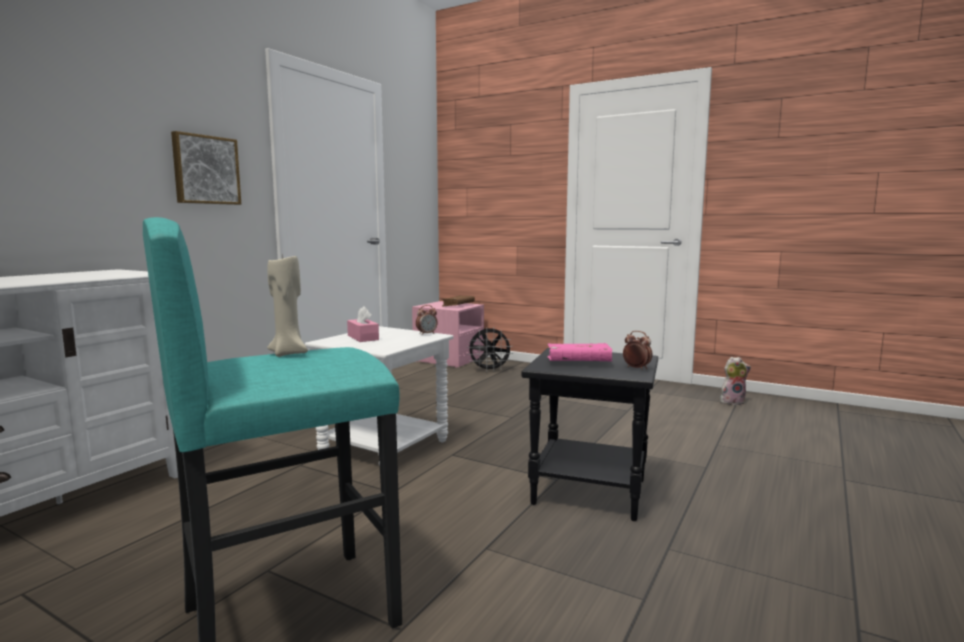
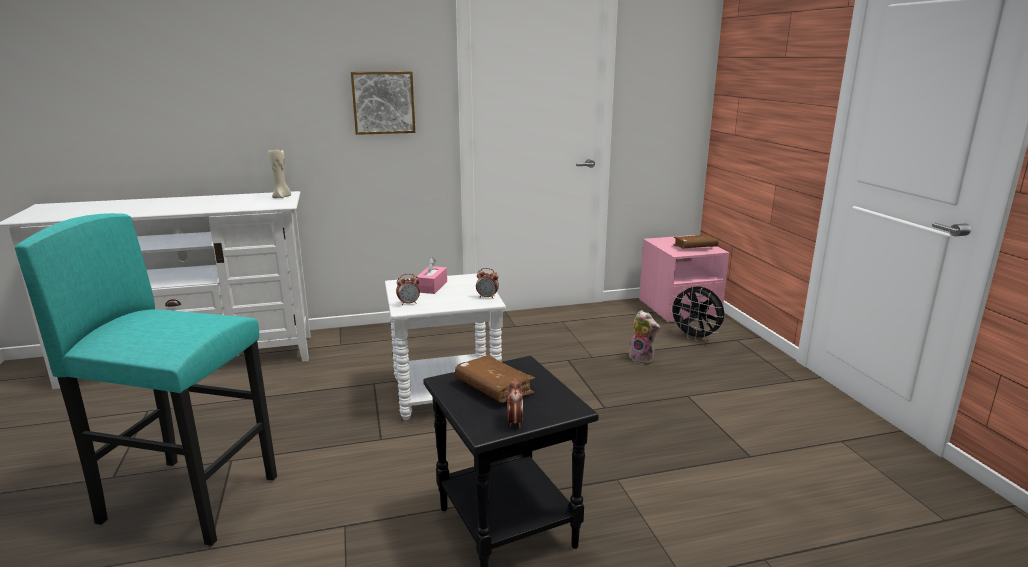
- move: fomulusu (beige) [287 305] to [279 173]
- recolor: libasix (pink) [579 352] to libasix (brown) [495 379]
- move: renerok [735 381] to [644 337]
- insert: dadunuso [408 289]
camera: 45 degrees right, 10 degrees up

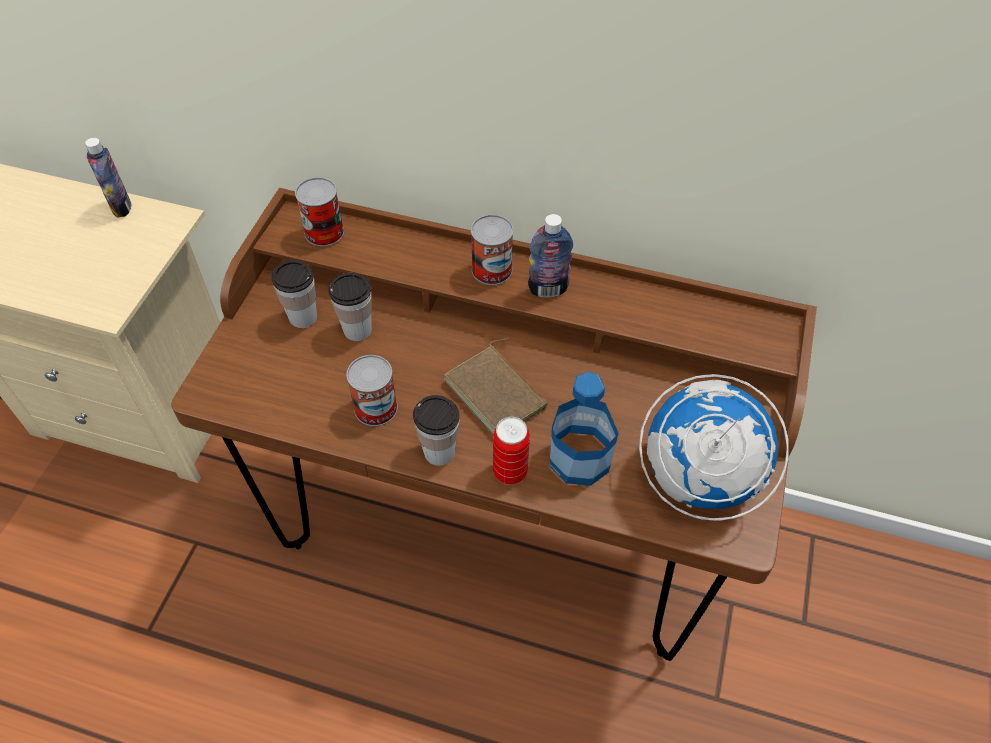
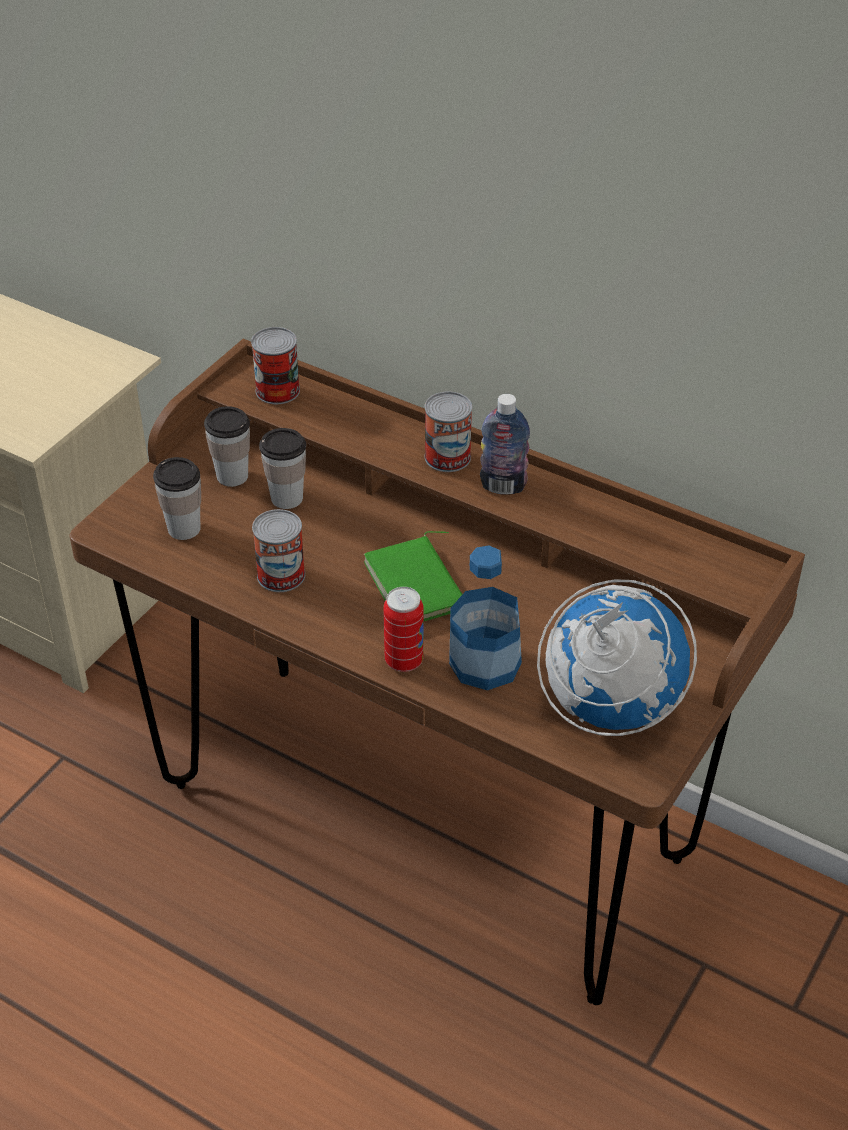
- delete: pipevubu [108 178]
- move: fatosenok [436 430] to [177 498]
- recolor: libasix (brown) [496 386] to libasix (green) [413 576]
camera: 15 degrees right, 10 degrees down

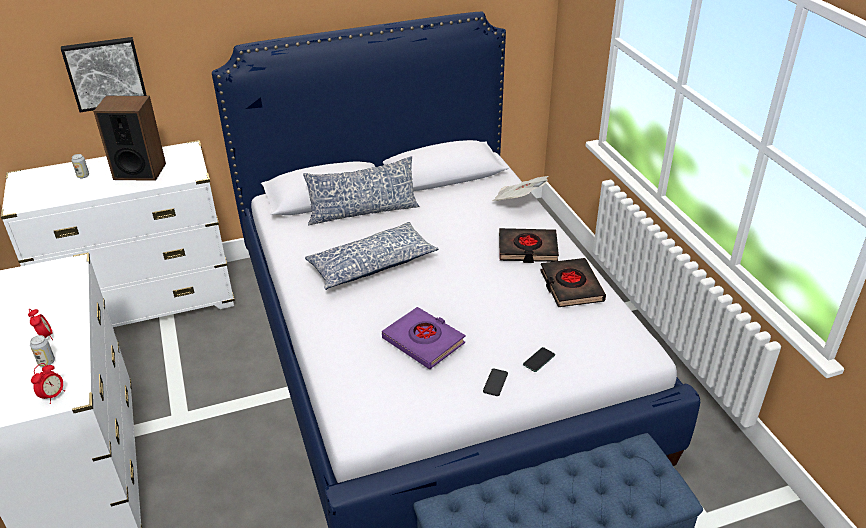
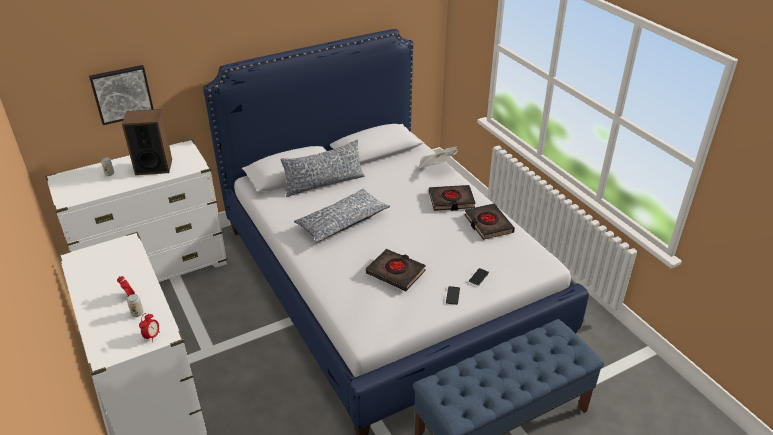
- recolor: libasix (purple) [423 338] to libasix (black) [396 270]
camera: 10 degrees left, 0 degrees up

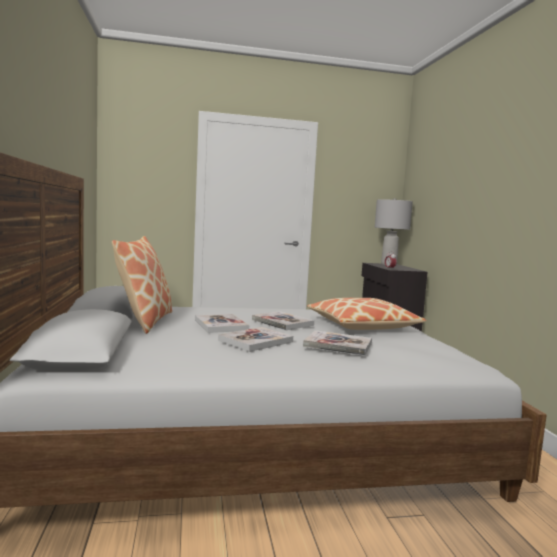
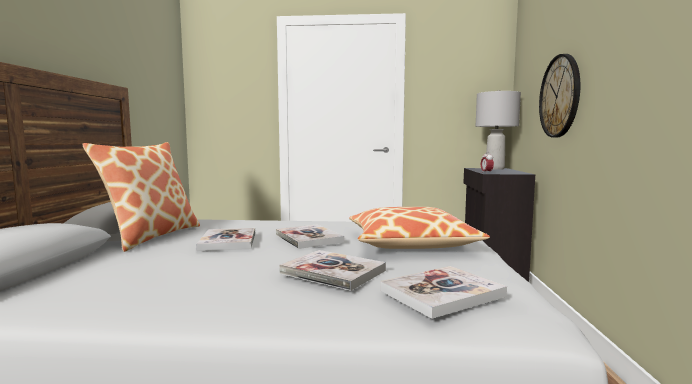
- move: libasix [255 339] to [443 292]
- insert: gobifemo [559 96]
camera: 15 degrees right, 0 degrees up

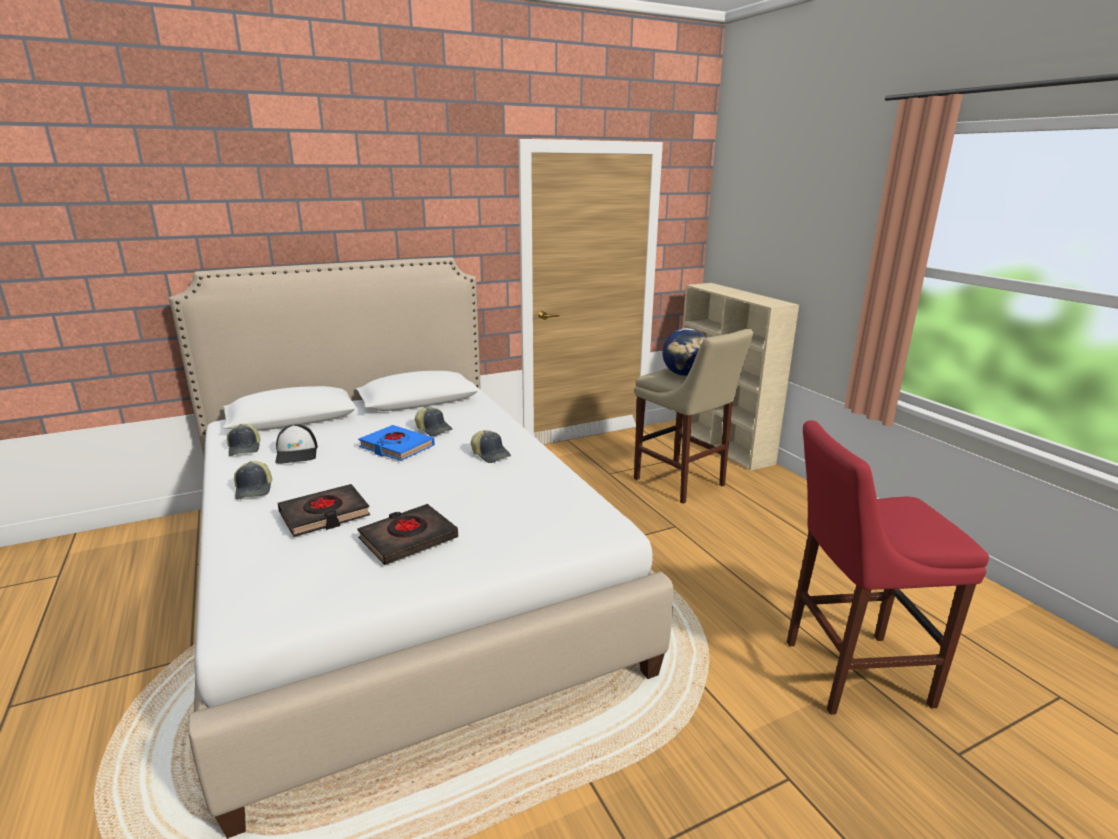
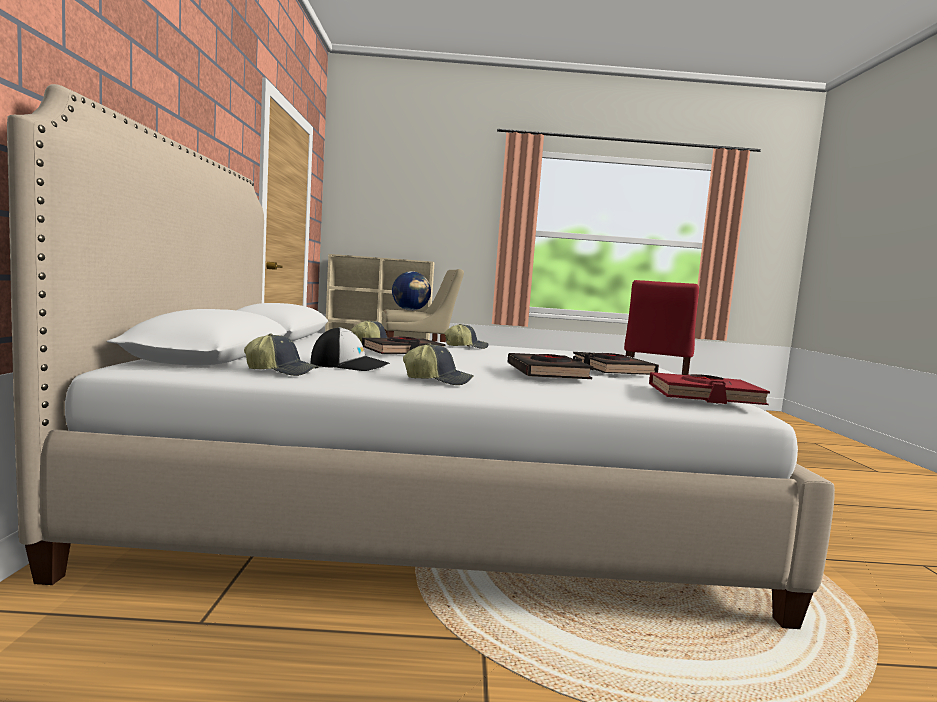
- recolor: libasix (blue) [396 443] to libasix (black) [404 345]
- insert: libasix (red) [709 388]
camera: 65 degrees left, 15 degrees down

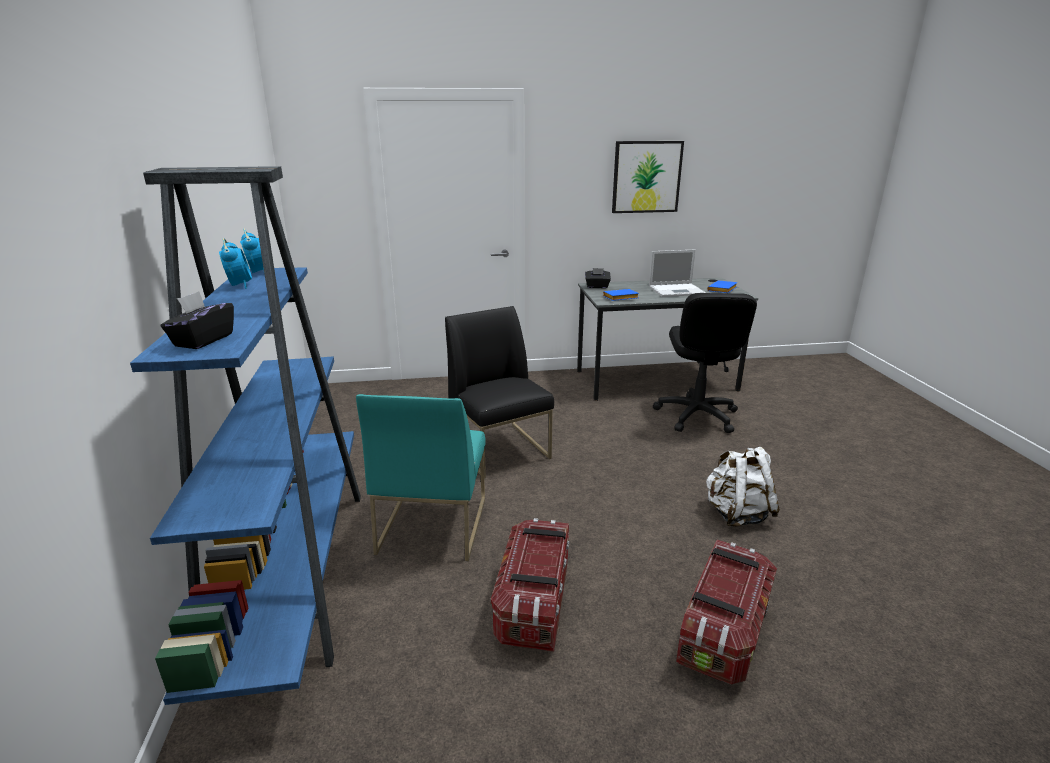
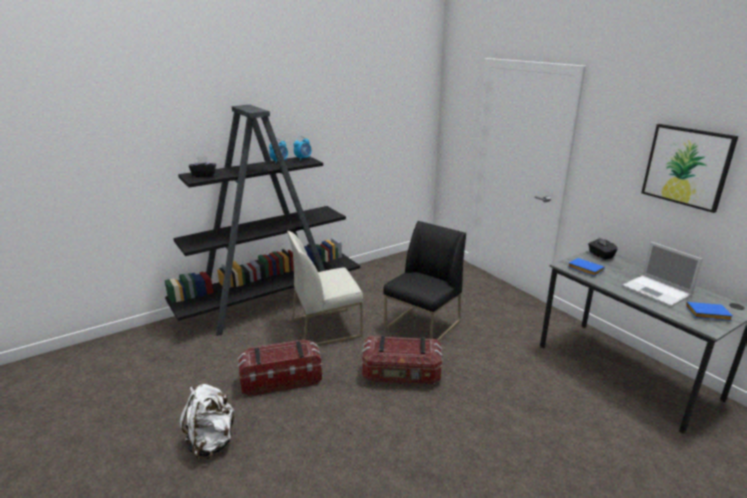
- recolor: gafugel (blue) [245 435] to gafugel (black) [262 220]
- recolor: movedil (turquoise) [421 477] to movedil (white) [325 288]
- delete: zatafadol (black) [705 363]
- move: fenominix [726 612] to [402 360]
- move: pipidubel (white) [743 487] to [207 421]
camera: 65 degrees right, 0 degrees up

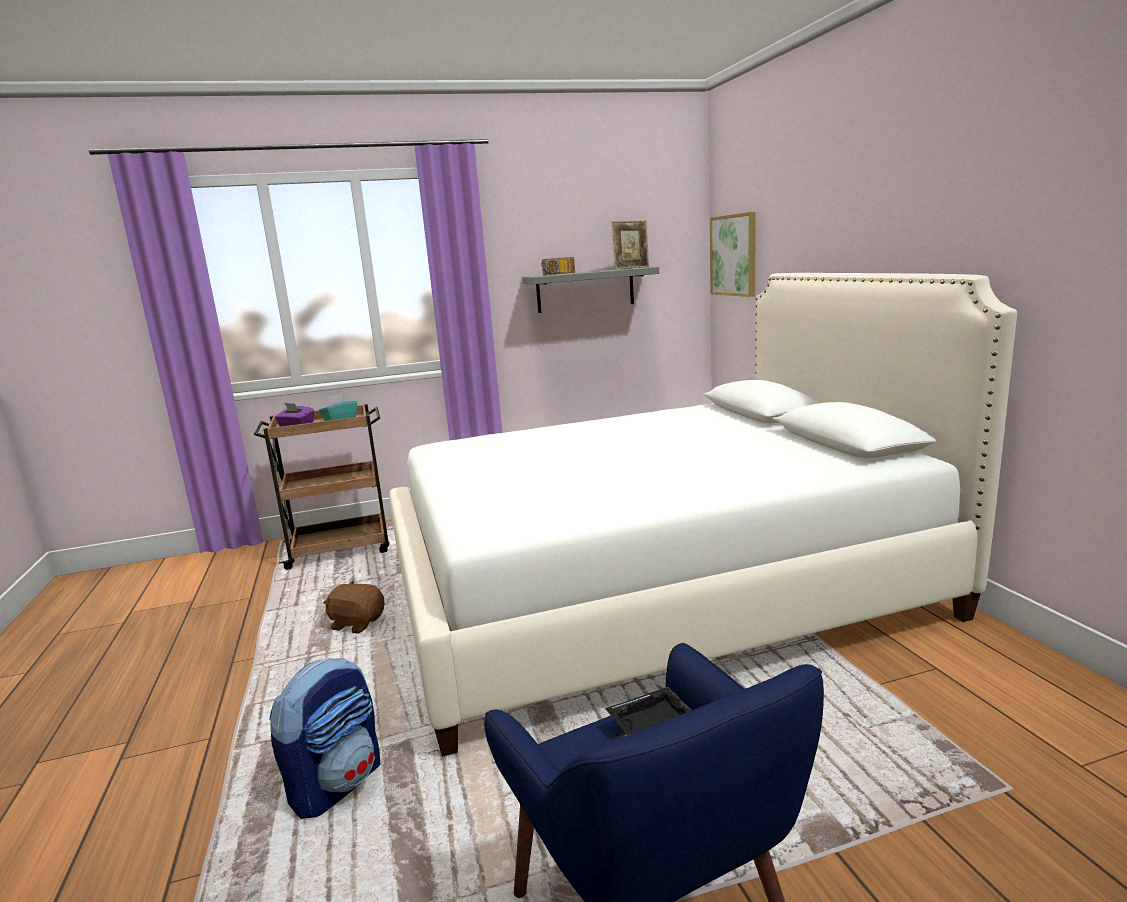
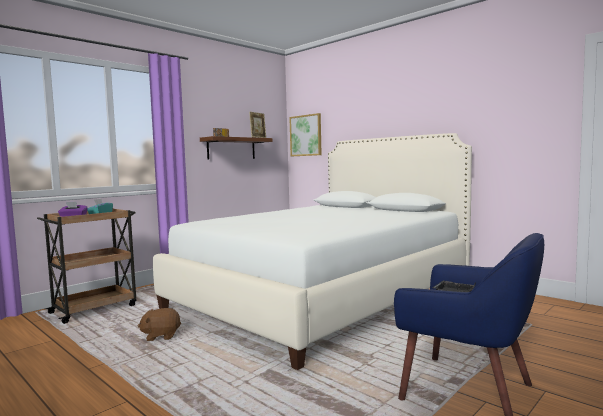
- delete: pipidubel [325 738]
- recolor: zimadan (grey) [590 290] to zimadan (brown) [236 147]
camera: 30 degrees left, 10 degrees down

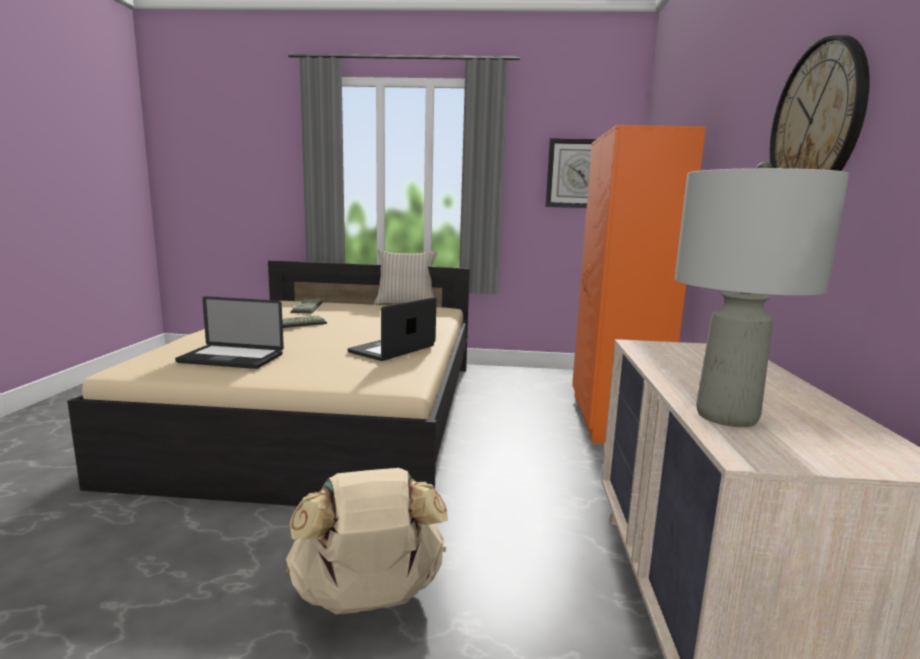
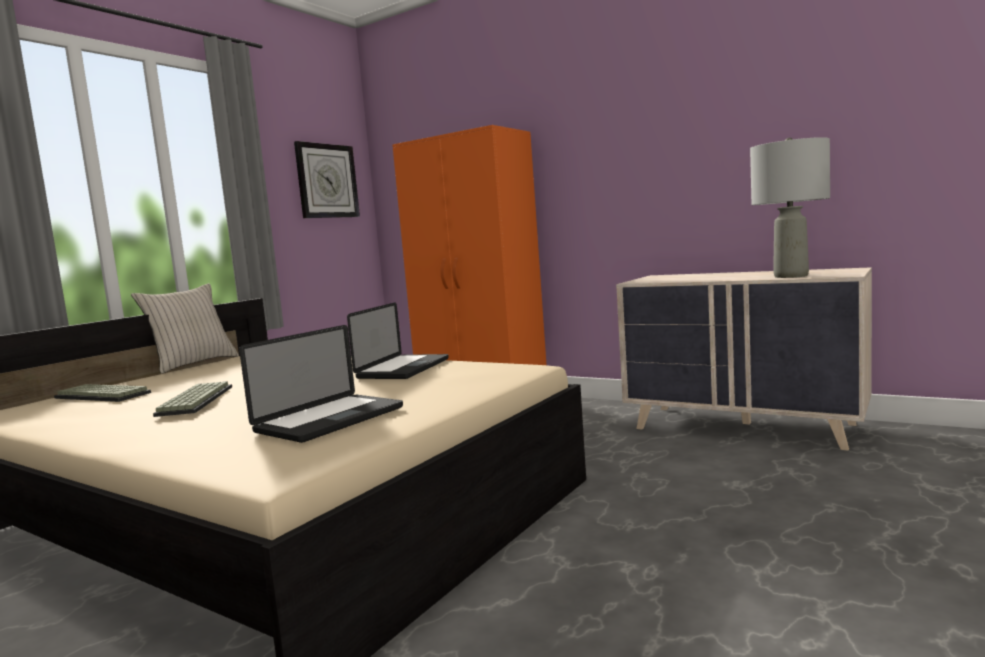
- delete: pipidubel (beige) [367 541]
- rotate: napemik [392 329] = [398 340] 135 degrees counterclockwise
- delete: gobifemo [820 103]
camera: 60 degrees left, 5 degrees down

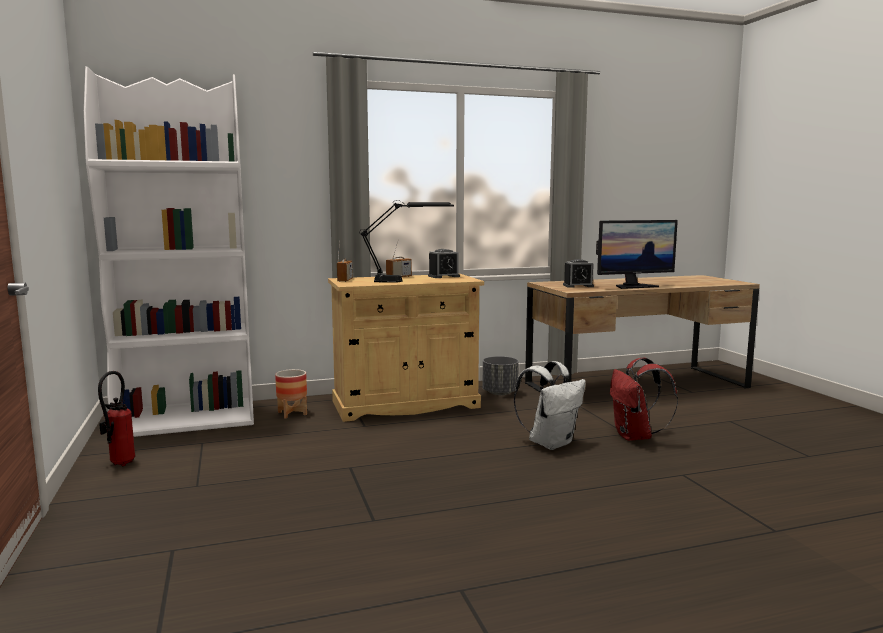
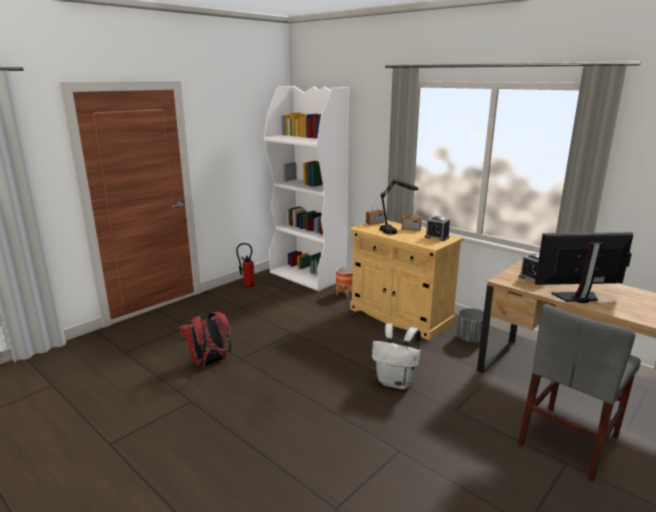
- rotate: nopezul [637 254] = [584 267] 135 degrees clockwise
- move: pipidubel (red) [644 399] to [205 339]
- insert: movedil (grey) [579 392]
camera: 60 degrees right, 10 degrees up

